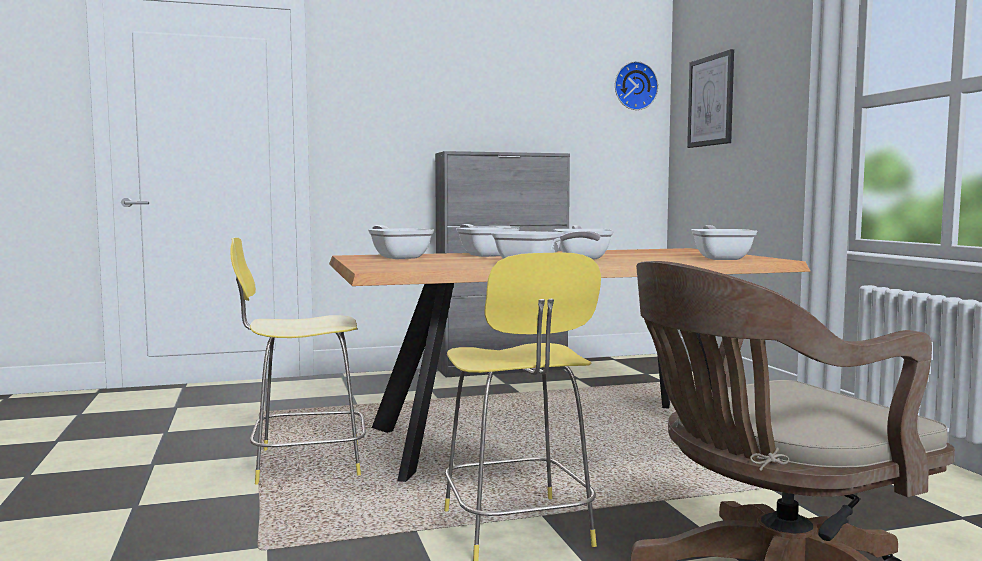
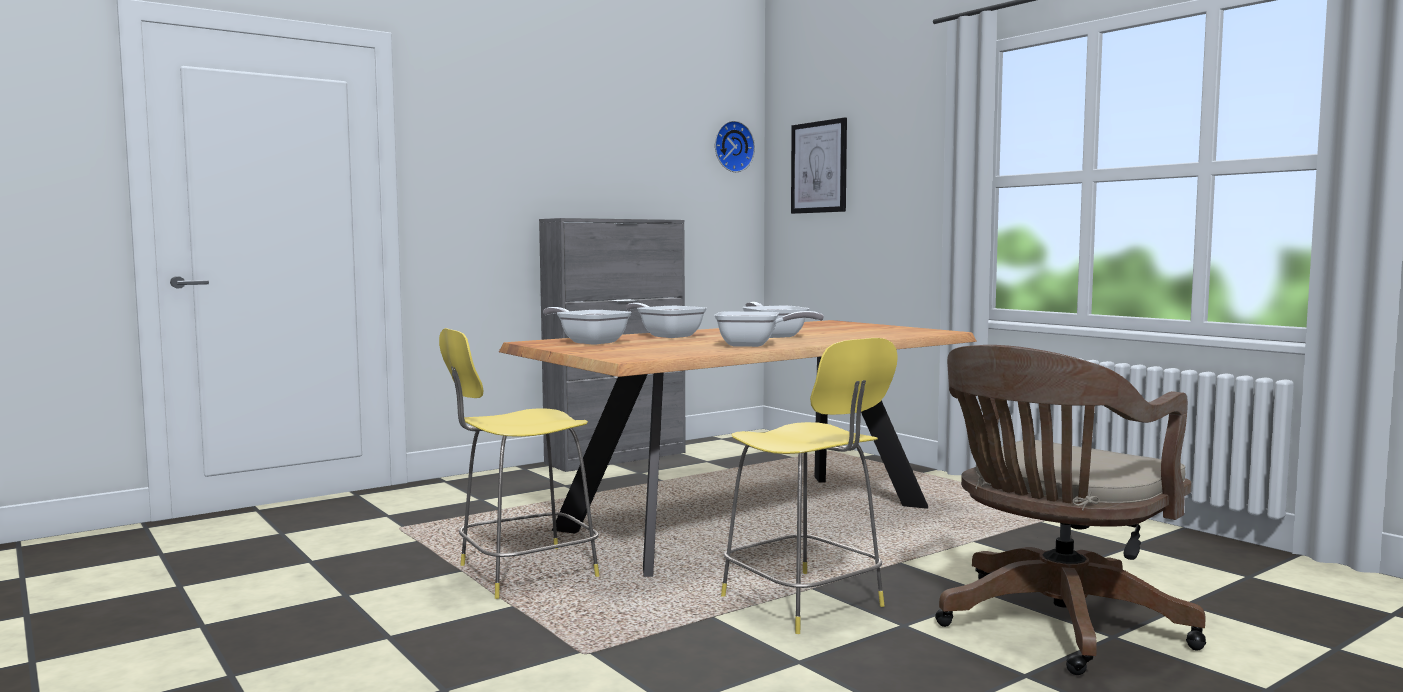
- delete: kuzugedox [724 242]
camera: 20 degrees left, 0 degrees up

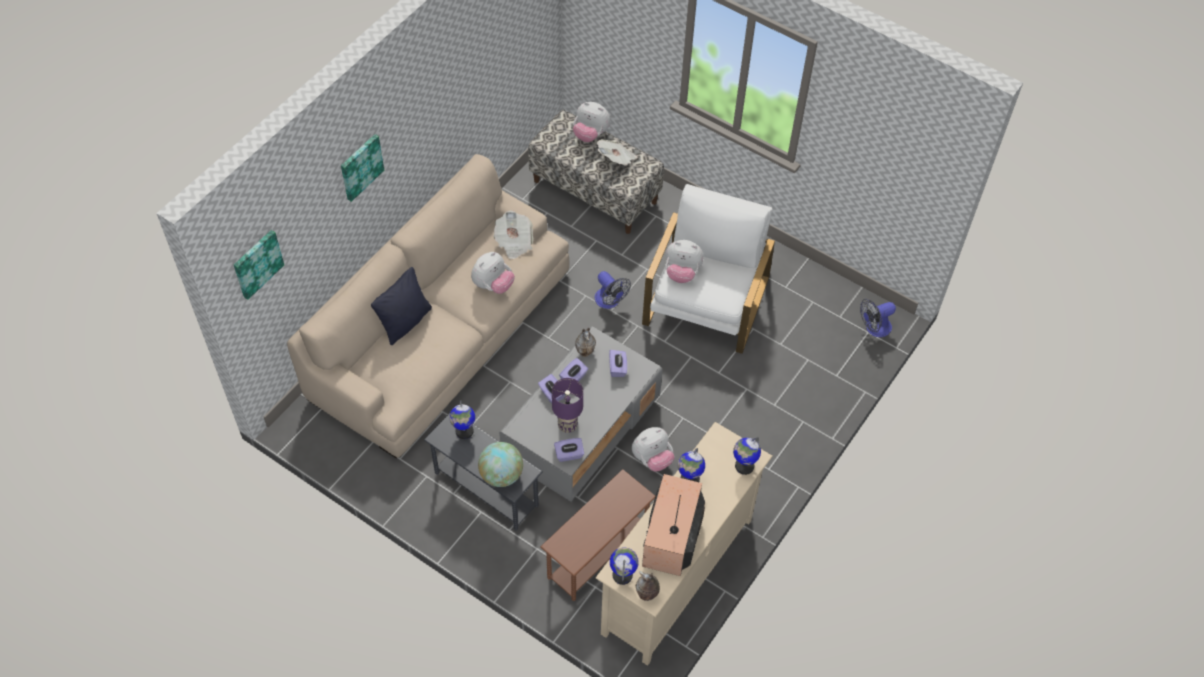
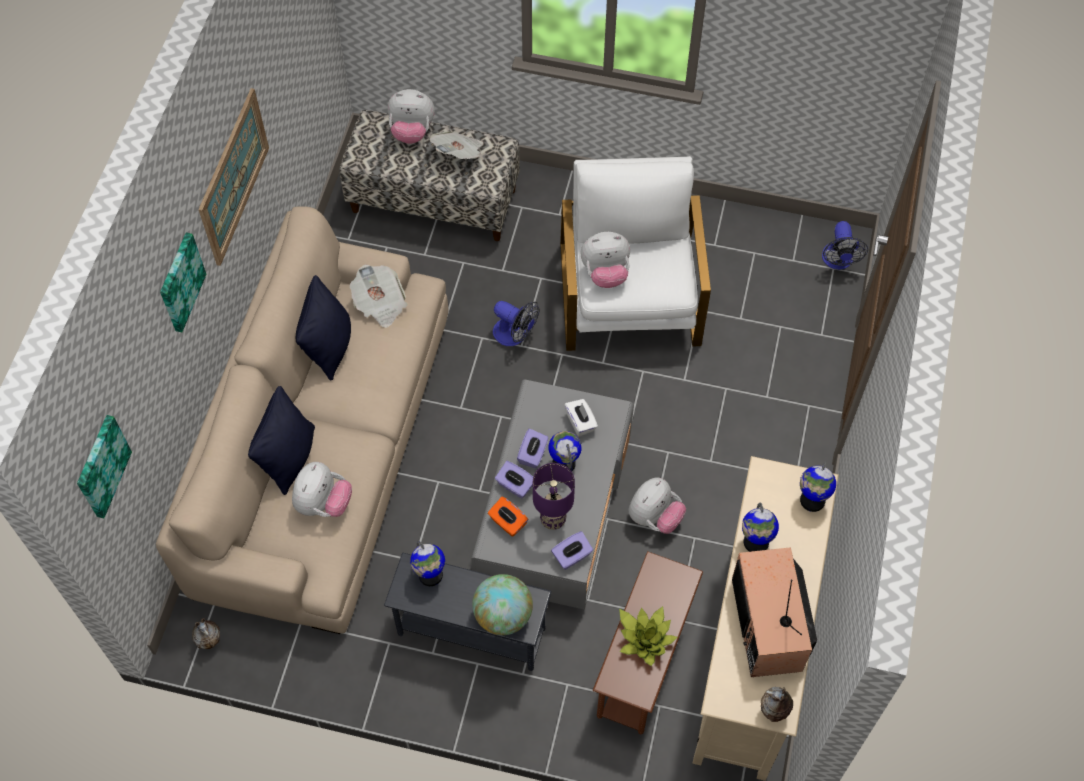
- move: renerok [493 273] to [322 489]
- move: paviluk [585 342] to [206 633]
- recolor: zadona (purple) [618 363] to zadona (white) [581 418]
- move: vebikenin [624 566] to [565 451]
- rotate: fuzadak [878 318] = [845 245] 45 degrees counterclockwise
- insert: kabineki [234 177]
- insert: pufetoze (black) [323 328]
- insert: zadona (orange) [508 517]
- insert: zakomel [648 636]
camera: 20 degrees left, 5 degrees up

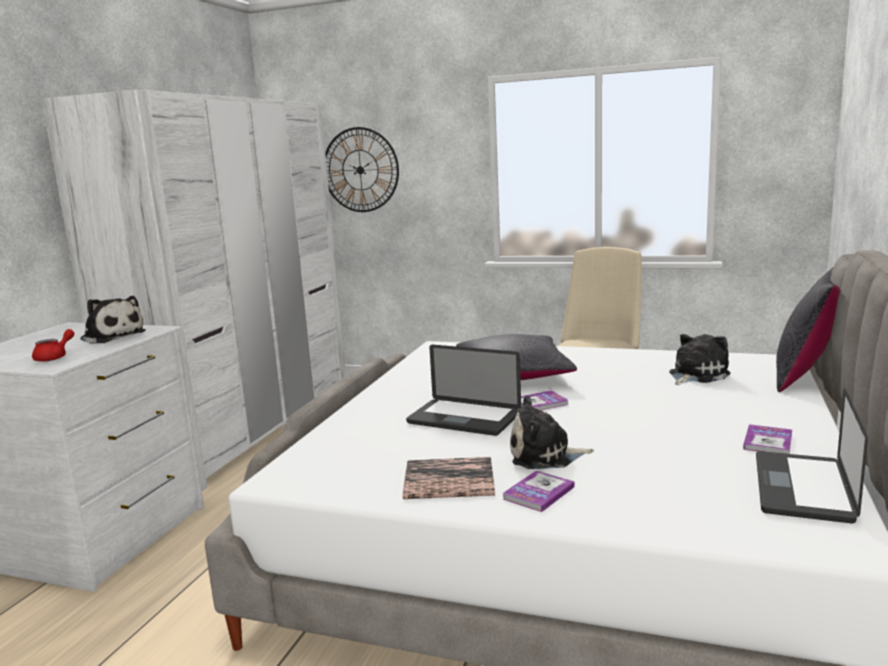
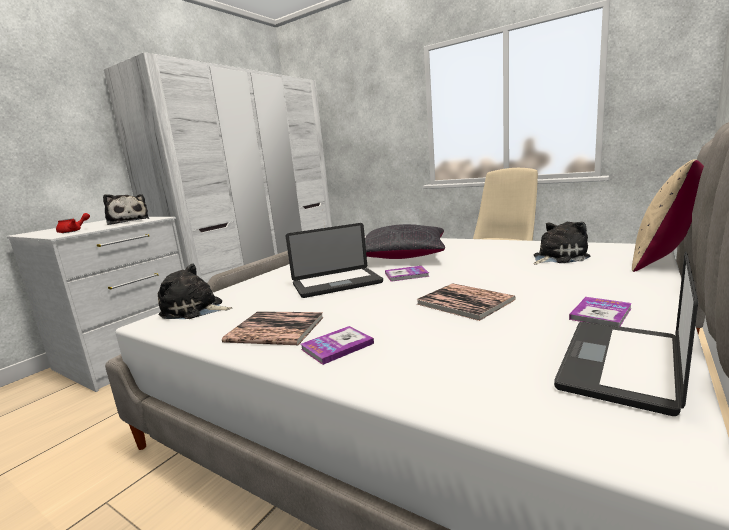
- delete: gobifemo [362 169]
- rotate: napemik [463 390] = [334 260] 60 degrees counterclockwise
- move: renerok [552 432] to [195 291]
- recolor: pufetoze (black) [808 329] to pufetoze (beige) [668 215]
- insert: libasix [466 302]
camera: 15 degrees right, 0 degrees up

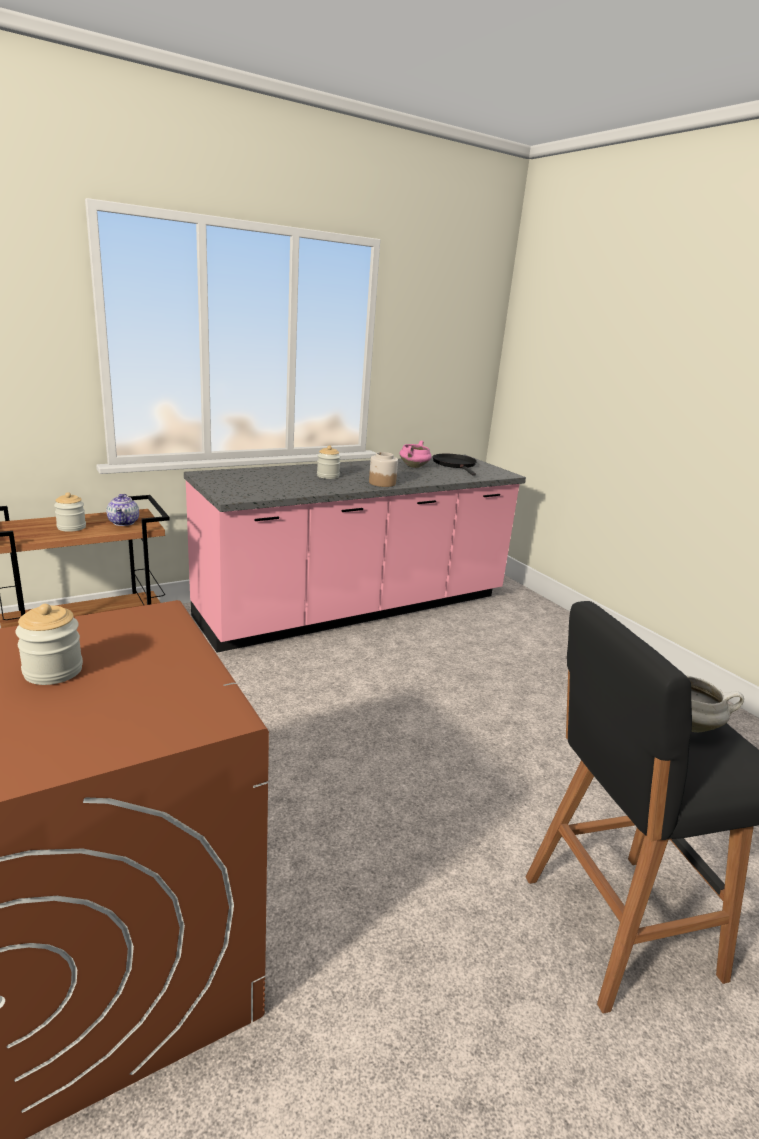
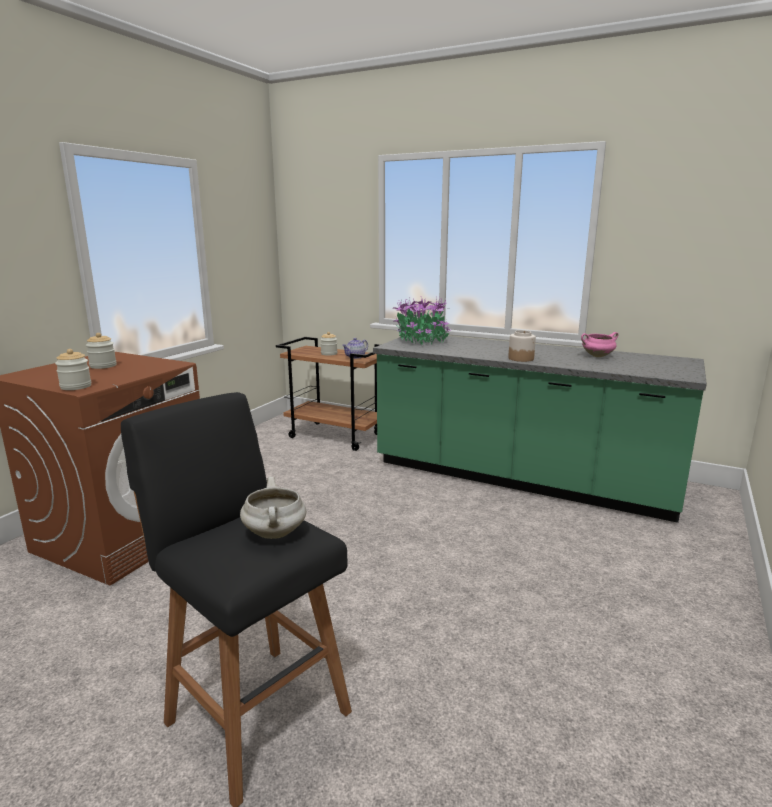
- recolor: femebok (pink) [355 554] to femebok (green) [540 428]
- move: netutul [329 462] to [73 369]
- delete: kuzugedox (black) [455 465]
- insert: zakomel [421 320]
camera: 60 degrees right, 5 degrees down

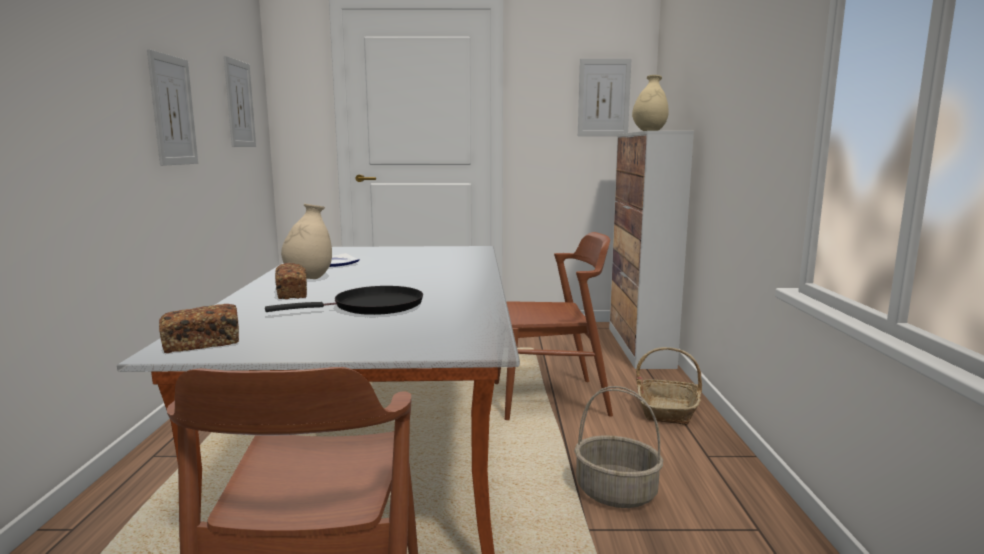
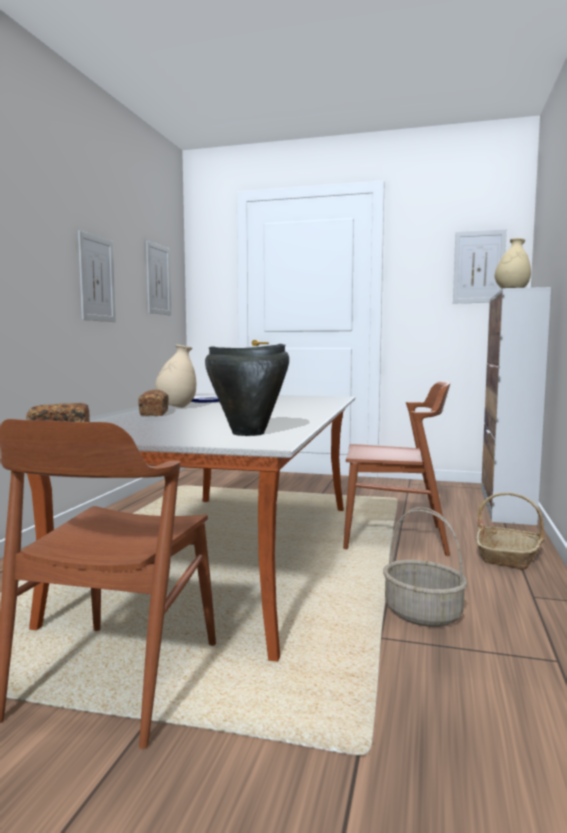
- delete: kuzugedox (black) [344 300]
- insert: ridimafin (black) [247 390]
camera: 15 degrees right, 5 degrees down

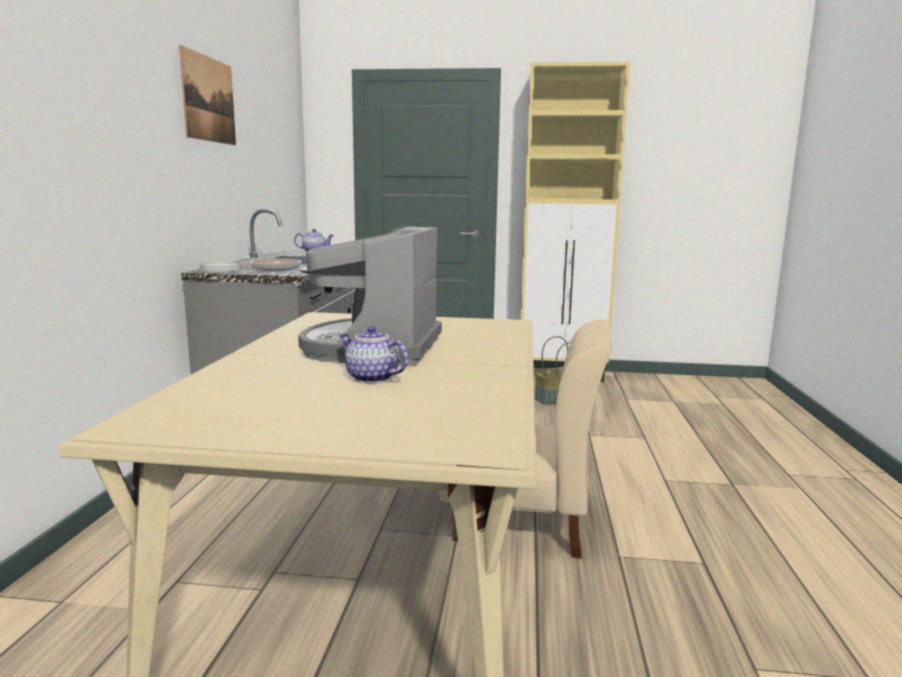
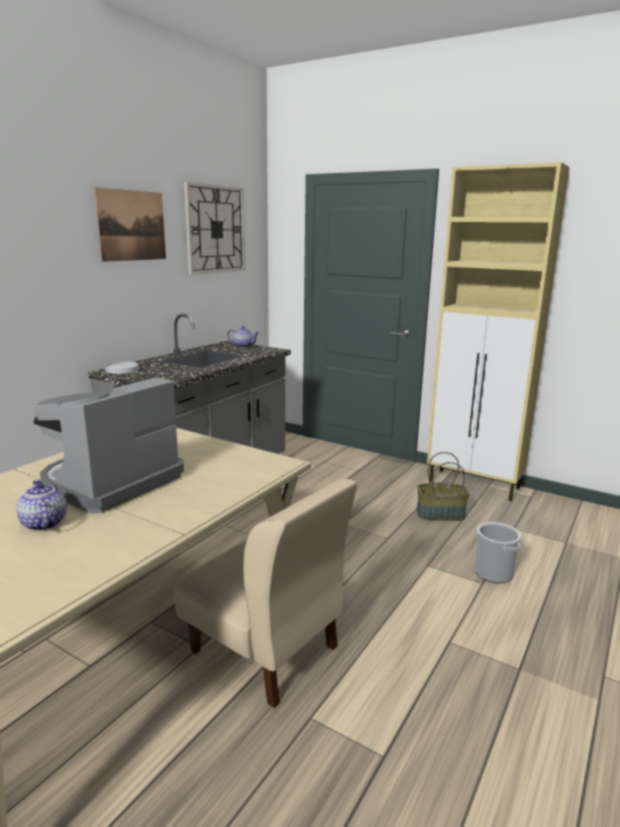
- delete: kuzugedox [270 264]
- insert: gobifemo [214 228]
- insert: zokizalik [497 552]
camera: 25 degrees right, 5 degrees up

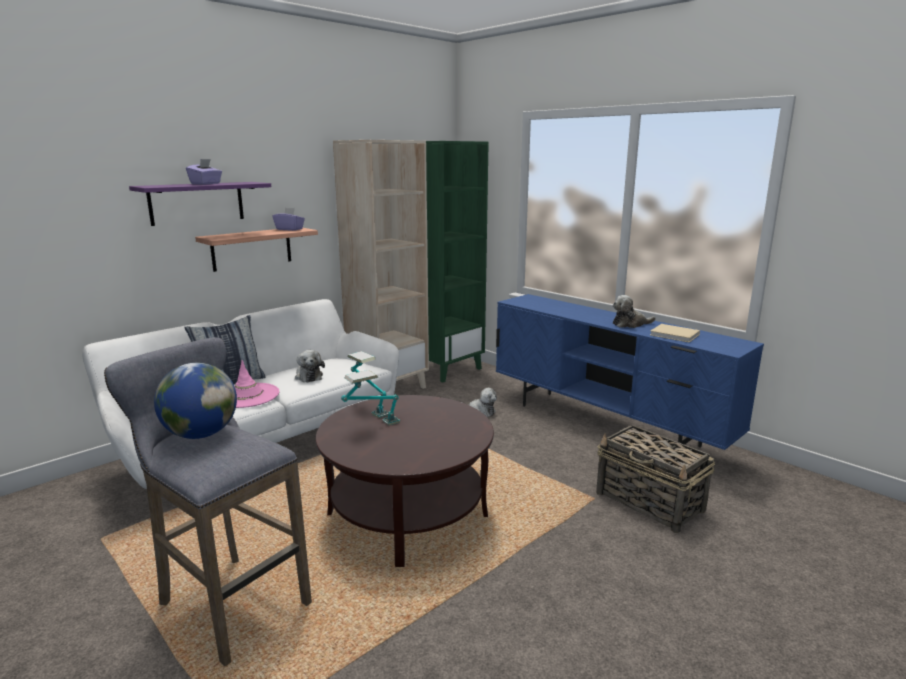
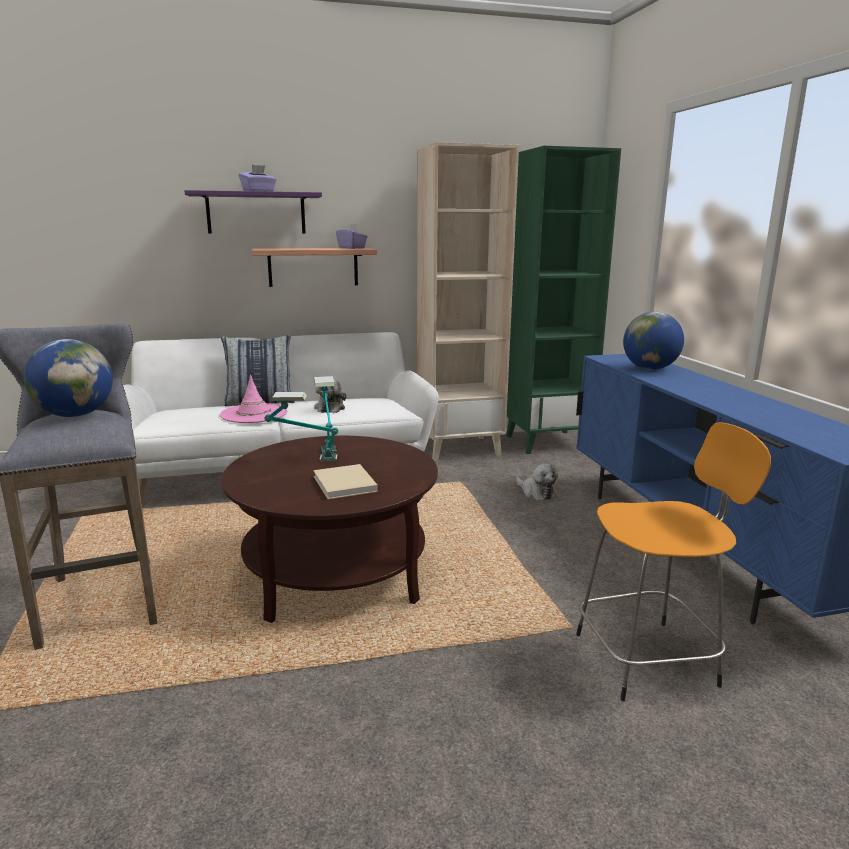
- replace: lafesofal [655 479] to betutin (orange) [673 561]
- delete: renerok [634 311]
- move: libasix (beige) [675 333] to [345 481]
- insert: vebikenin [653 341]
camera: 30 degrees right, 0 degrees up

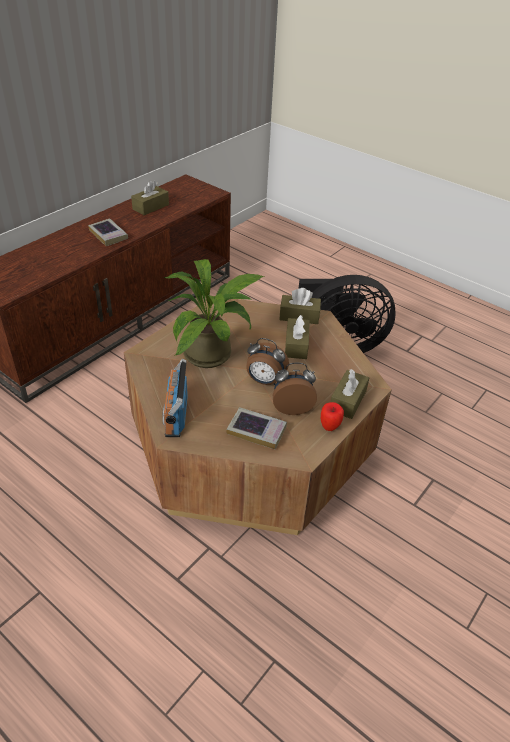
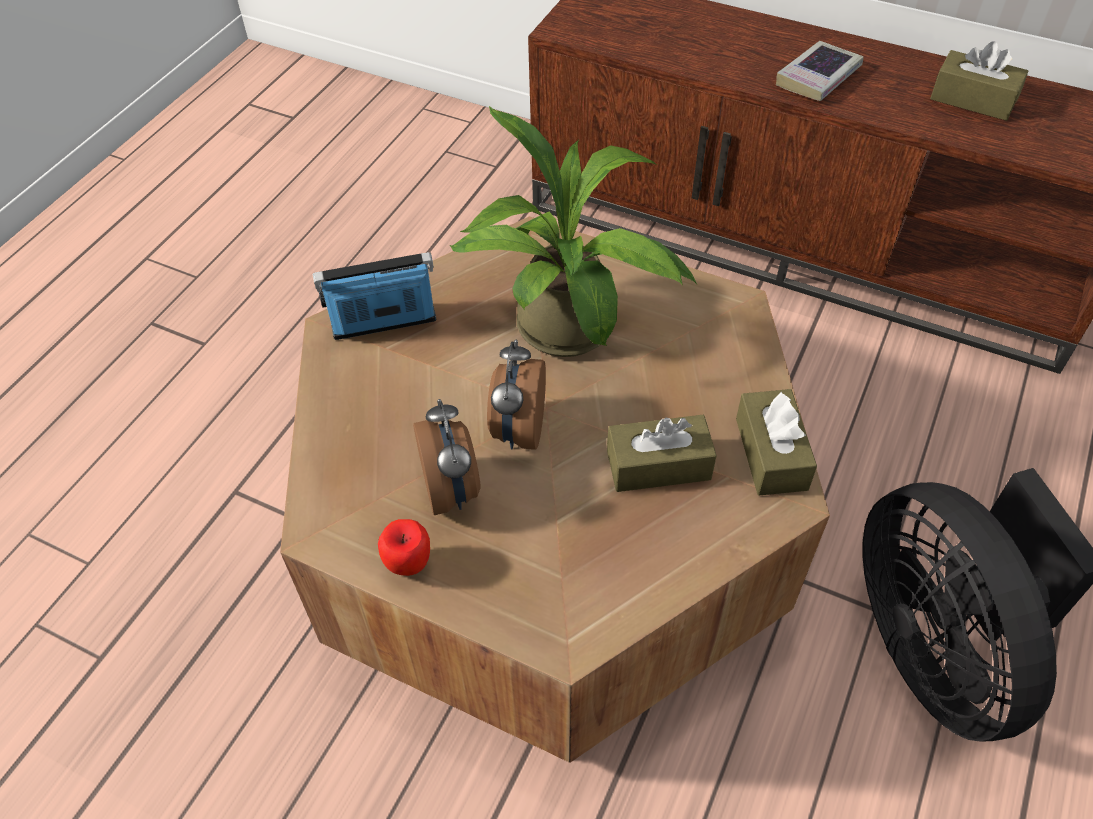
- delete: libasix [256 428]
- delete: zadona (brown) [350 394]
camera: 80 degrees right, 10 degrees up

